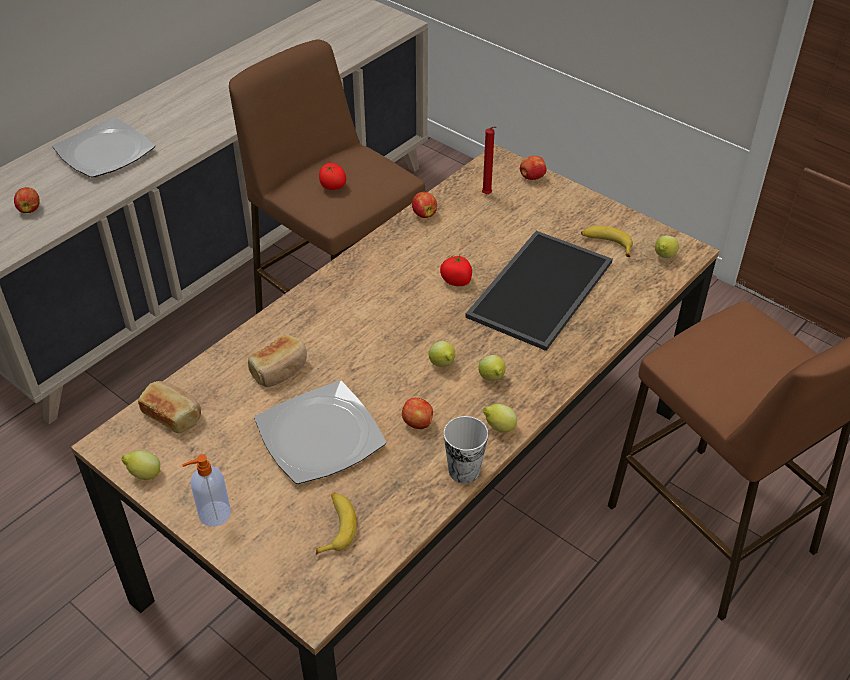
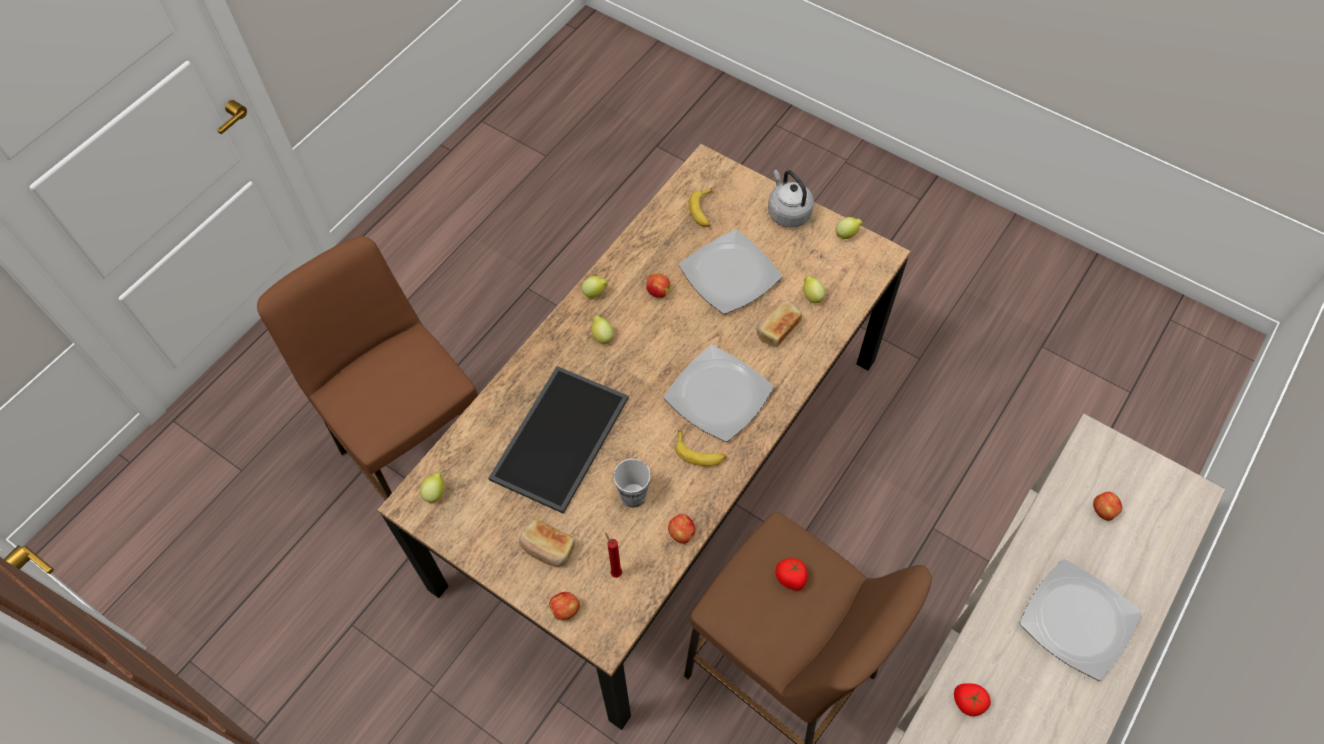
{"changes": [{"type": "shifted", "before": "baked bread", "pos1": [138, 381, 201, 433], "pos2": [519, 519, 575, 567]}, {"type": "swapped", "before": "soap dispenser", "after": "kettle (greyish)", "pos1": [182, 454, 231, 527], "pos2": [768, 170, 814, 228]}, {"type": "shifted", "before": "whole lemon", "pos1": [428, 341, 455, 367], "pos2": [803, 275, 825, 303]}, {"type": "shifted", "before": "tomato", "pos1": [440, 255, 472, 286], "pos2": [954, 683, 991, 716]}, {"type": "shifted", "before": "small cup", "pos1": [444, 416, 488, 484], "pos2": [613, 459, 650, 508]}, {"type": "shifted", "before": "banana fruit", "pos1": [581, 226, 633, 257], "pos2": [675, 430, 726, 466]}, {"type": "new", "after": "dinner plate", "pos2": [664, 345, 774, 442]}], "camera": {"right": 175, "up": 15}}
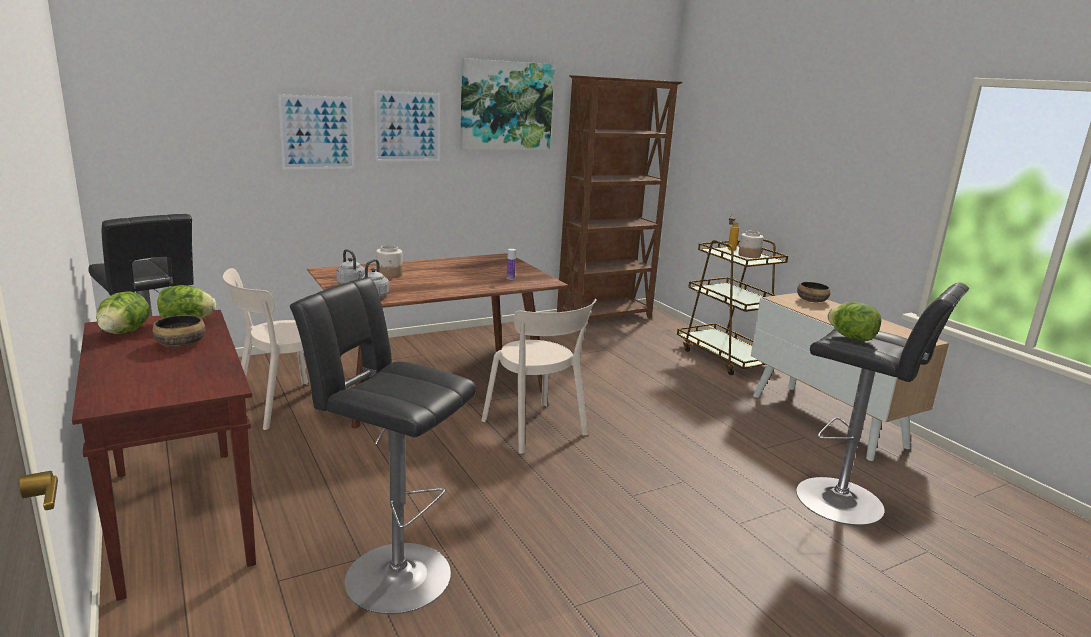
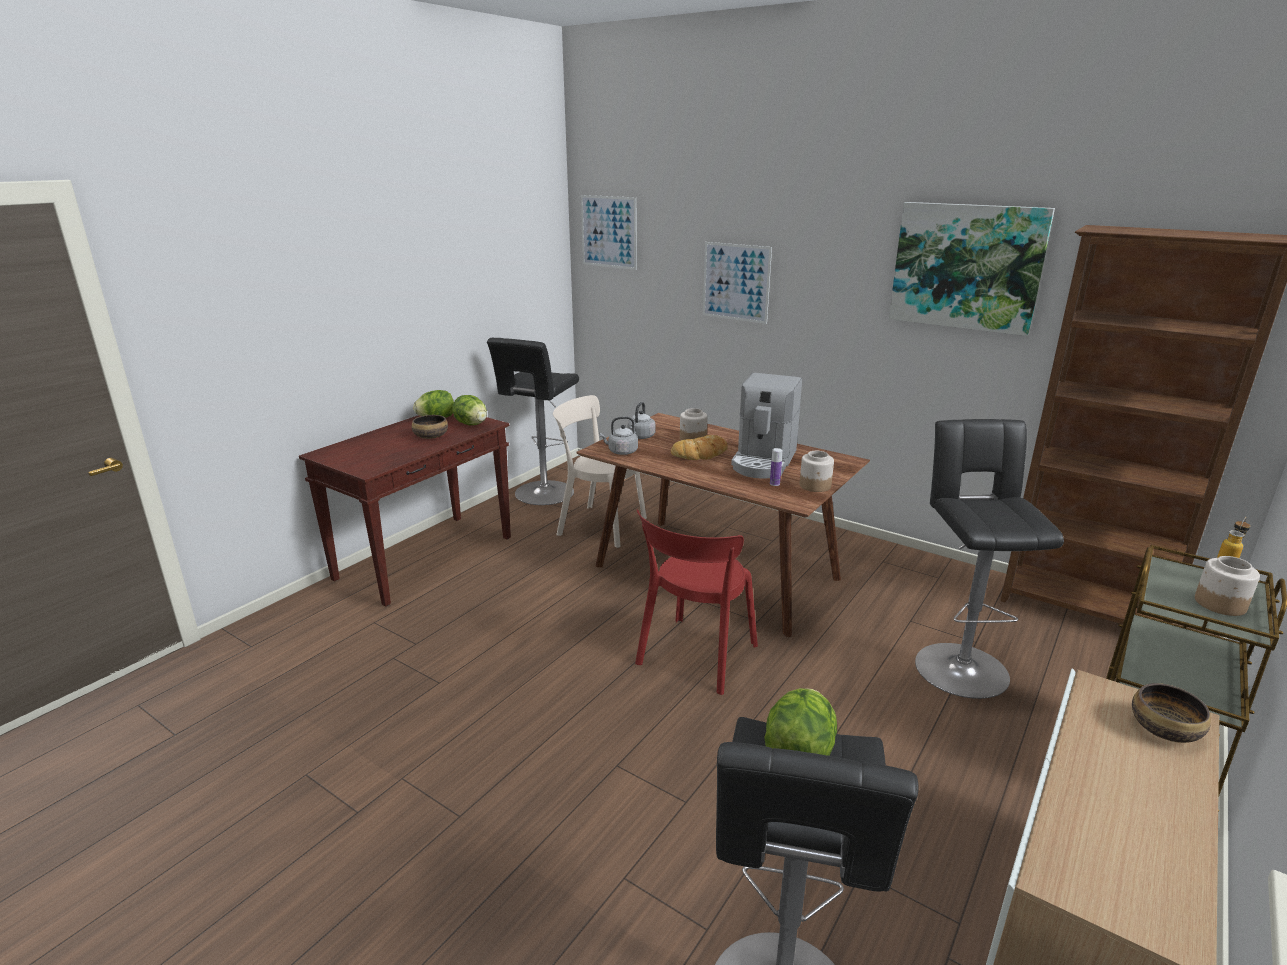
{"changes": [{"type": "shifted", "before": "stool seat (blackish)", "pos1": [290, 277, 476, 614], "pos2": [915, 419, 1064, 699]}, {"type": "shifted", "before": "wall art", "pos1": [374, 90, 440, 161], "pos2": [581, 195, 637, 270]}, {"type": "repainted", "before": "plain chair (sand-coloured)", "after": "plain chair (red-coloured)", "pos1": [481, 299, 596, 454], "pos2": [635, 509, 758, 695]}, {"type": "new", "after": "baked bread", "pos2": [671, 435, 728, 460]}, {"type": "new", "after": "coffee brewer", "pos2": [731, 373, 802, 479]}, {"type": "new", "after": "preserve jar", "pos2": [800, 451, 834, 492]}], "camera": {"right": 65, "up": 5}}
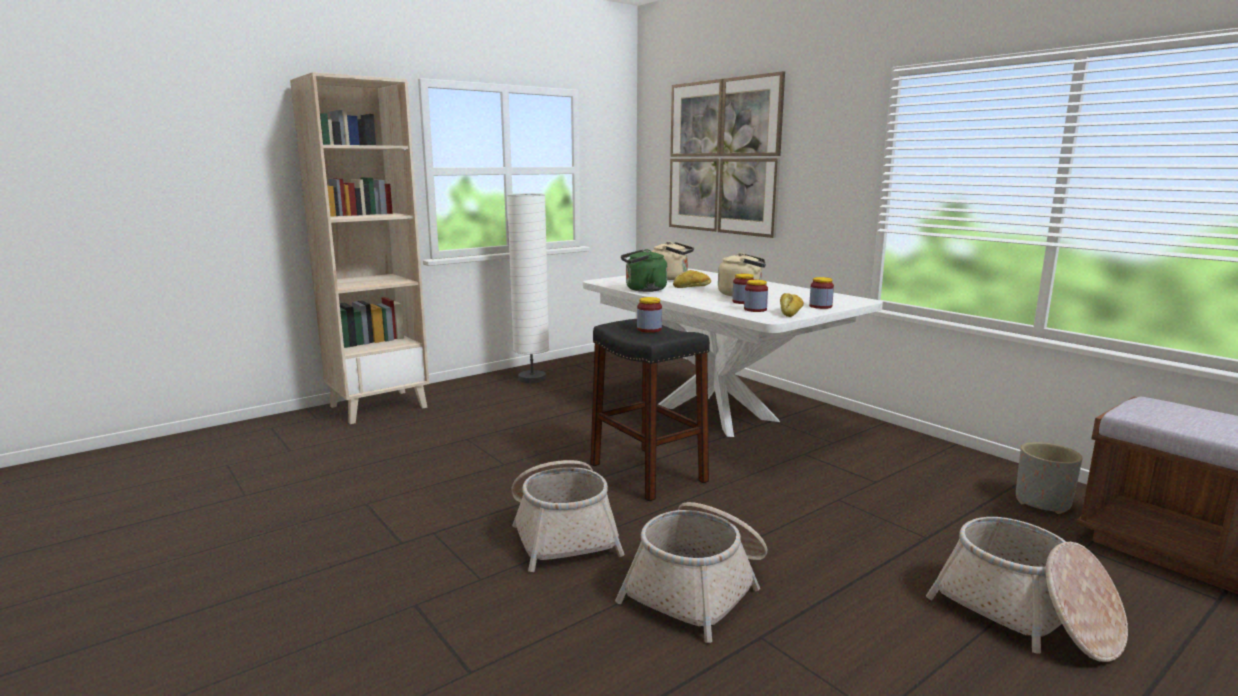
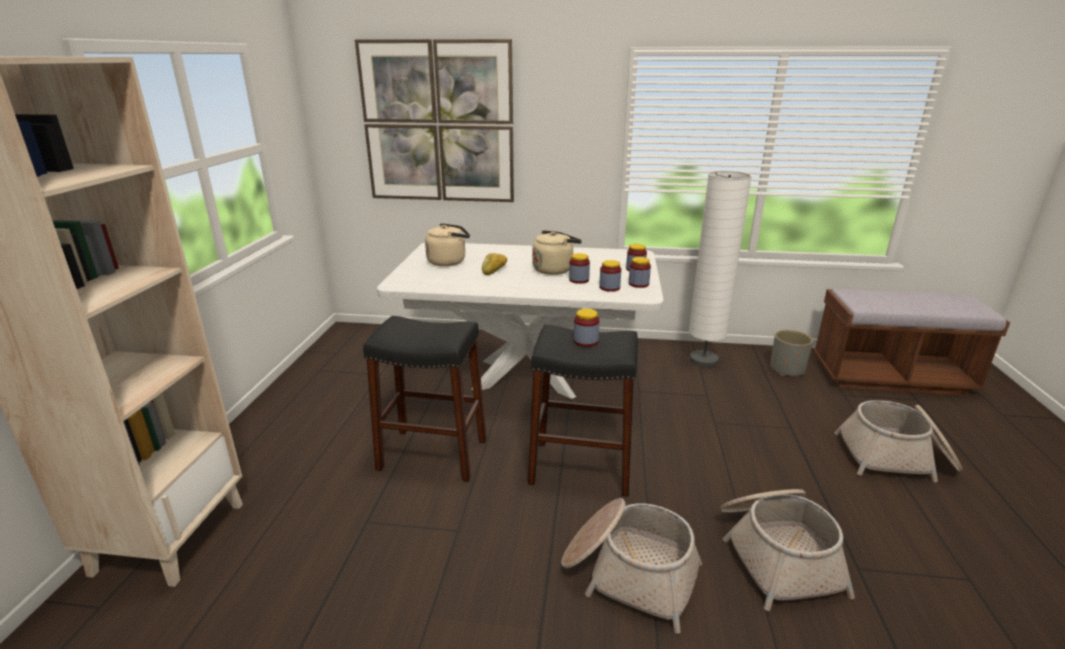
{"changes": [{"type": "shifted", "before": "standard lamp (white)", "pos1": [507, 193, 549, 383], "pos2": [689, 171, 752, 368]}, {"type": "gone", "before": "kettle (green-coloured)", "pos1": [621, 249, 667, 292]}, {"type": "swapped", "before": "baked bread", "after": "preserve jar", "pos1": [780, 293, 804, 317], "pos2": [629, 257, 651, 288]}, {"type": "new", "after": "stool seat (blackish)", "pos2": [363, 316, 487, 482]}], "camera": {"right": -45, "up": 10}}
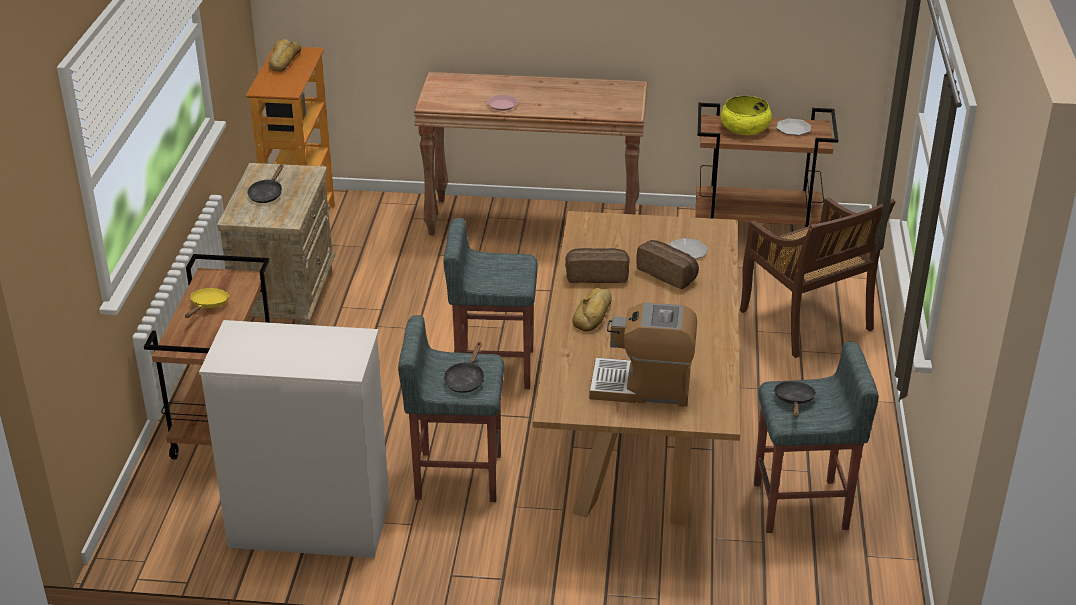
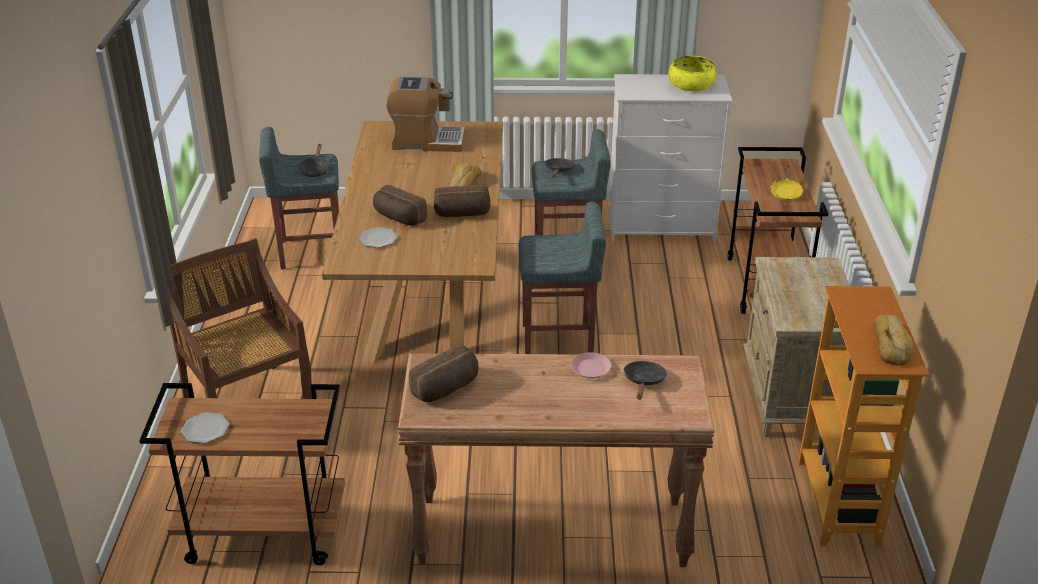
{"changes": [{"type": "shifted", "before": "frying pan (blackish)", "pos1": [247, 164, 283, 203], "pos2": [623, 361, 667, 400]}, {"type": "shifted", "before": "deep dish (yellow-coloured)", "pos1": [721, 96, 772, 135], "pos2": [668, 56, 717, 91]}, {"type": "new", "after": "baked bread", "pos2": [409, 344, 479, 402]}], "camera": {"right": 175, "up": 0}}
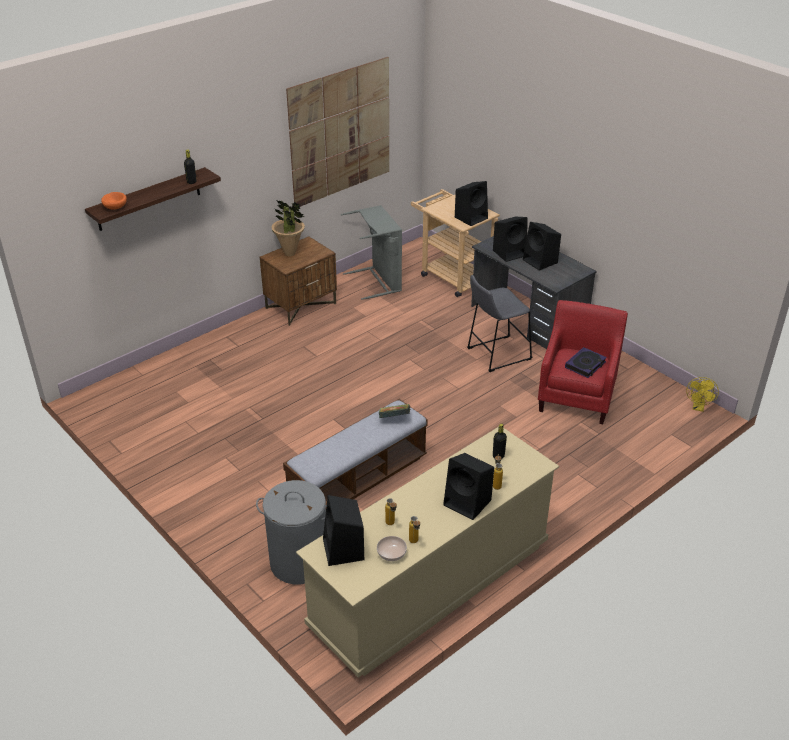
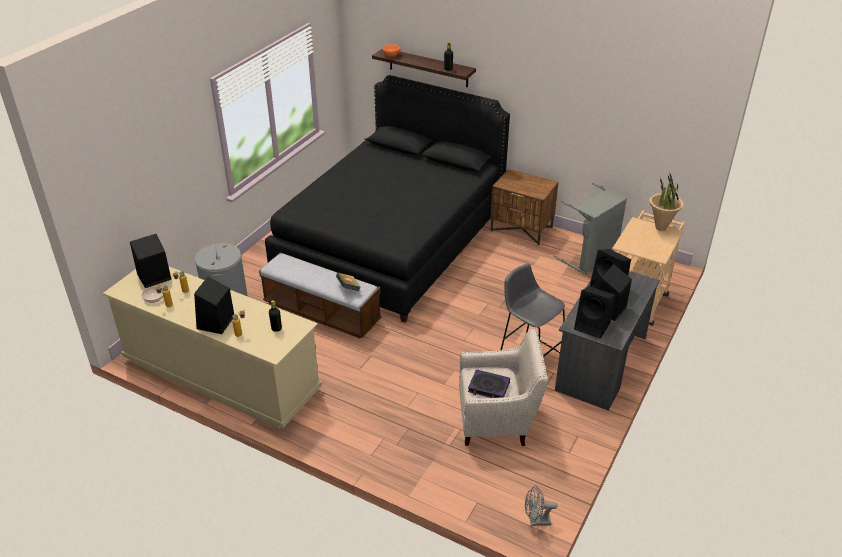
{"changes": [{"type": "shifted", "before": "houseplant", "pos1": [272, 199, 305, 256], "pos2": [649, 174, 684, 231]}, {"type": "gone", "before": "wall art", "pos1": [286, 57, 389, 207]}, {"type": "shifted", "before": "loudspeaker (blackish)", "pos1": [455, 181, 488, 226], "pos2": [574, 286, 615, 339]}, {"type": "repainted", "before": "armchair (red-coloured)", "after": "armchair (sand-coloured)", "pos1": [538, 300, 628, 424], "pos2": [459, 328, 548, 446]}, {"type": "repainted", "before": "fan (yellow-coloured)", "after": "fan (greyish)", "pos1": [686, 377, 719, 412], "pos2": [525, 485, 557, 526]}, {"type": "new", "after": "bedroom bed (blackish)", "pos2": [265, 75, 510, 323]}], "camera": {"right": 70, "up": 0}}
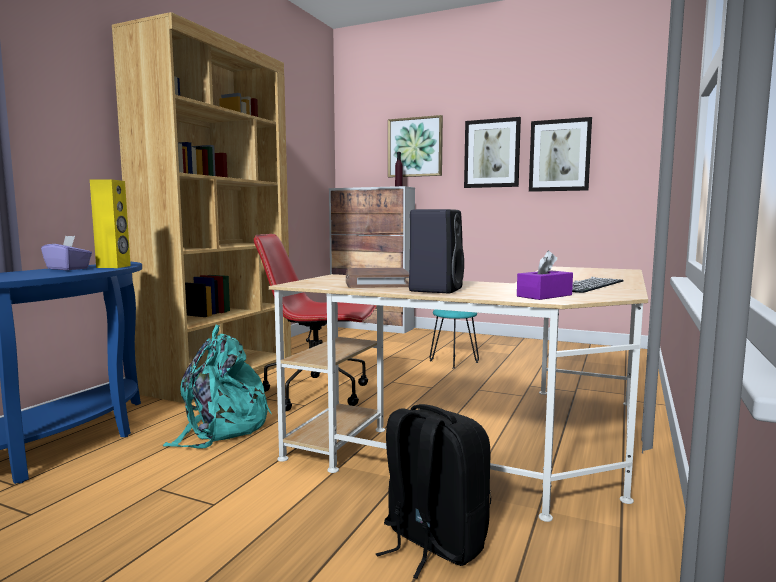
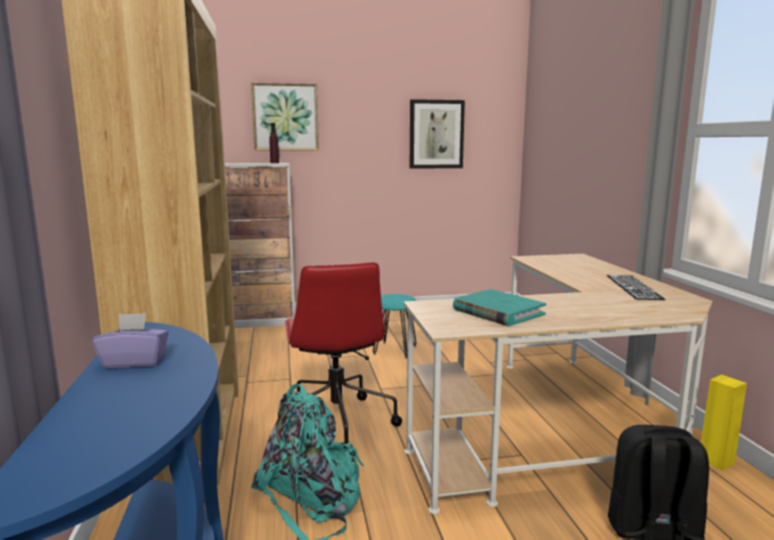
{"changes": [{"type": "shifted", "before": "loudspeaker (yellow-coloured)", "pos1": [90, 179, 131, 268], "pos2": [701, 375, 747, 471]}, {"type": "rotated", "before": "office chair (red-coloured)", "pos1": [254, 234, 376, 411], "pos2": [278, 262, 402, 444], "turn": -75}, {"type": "repainted", "before": "book (brownish)", "after": "book (turquoise-coloured)", "pos1": [346, 268, 409, 288], "pos2": [453, 289, 546, 326]}, {"type": "gone", "before": "loudspeaker (blackish)", "pos1": [409, 209, 464, 293]}, {"type": "gone", "before": "wall art", "pos1": [464, 117, 521, 188]}, {"type": "gone", "before": "tissue box (purple)", "pos1": [517, 251, 573, 300]}], "camera": {"right": -35, "up": 5}}
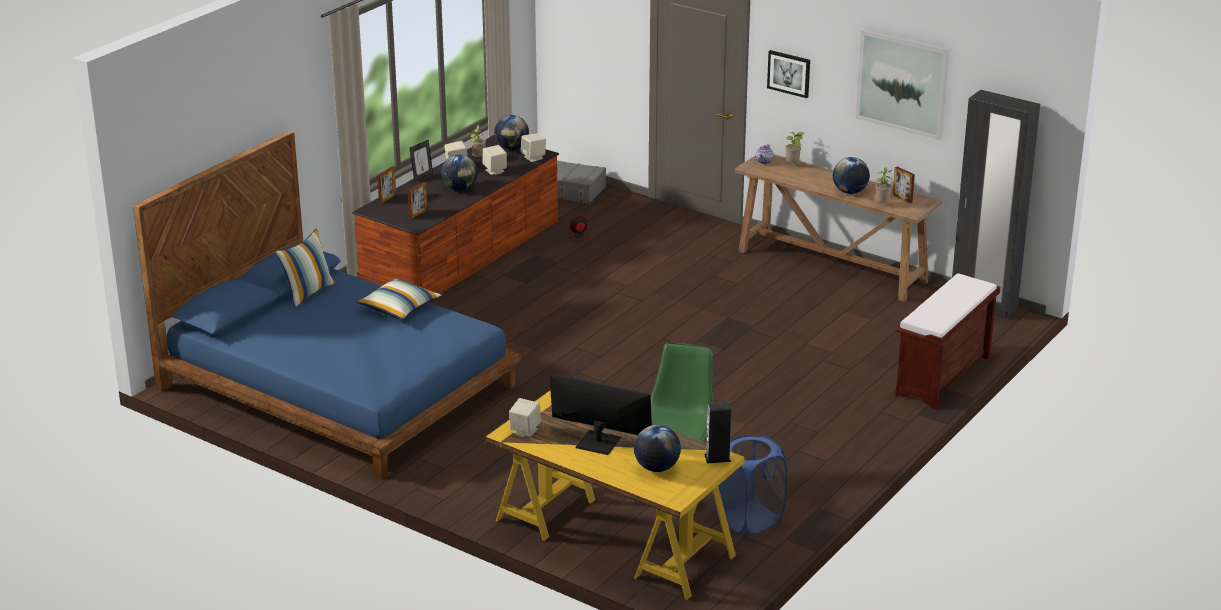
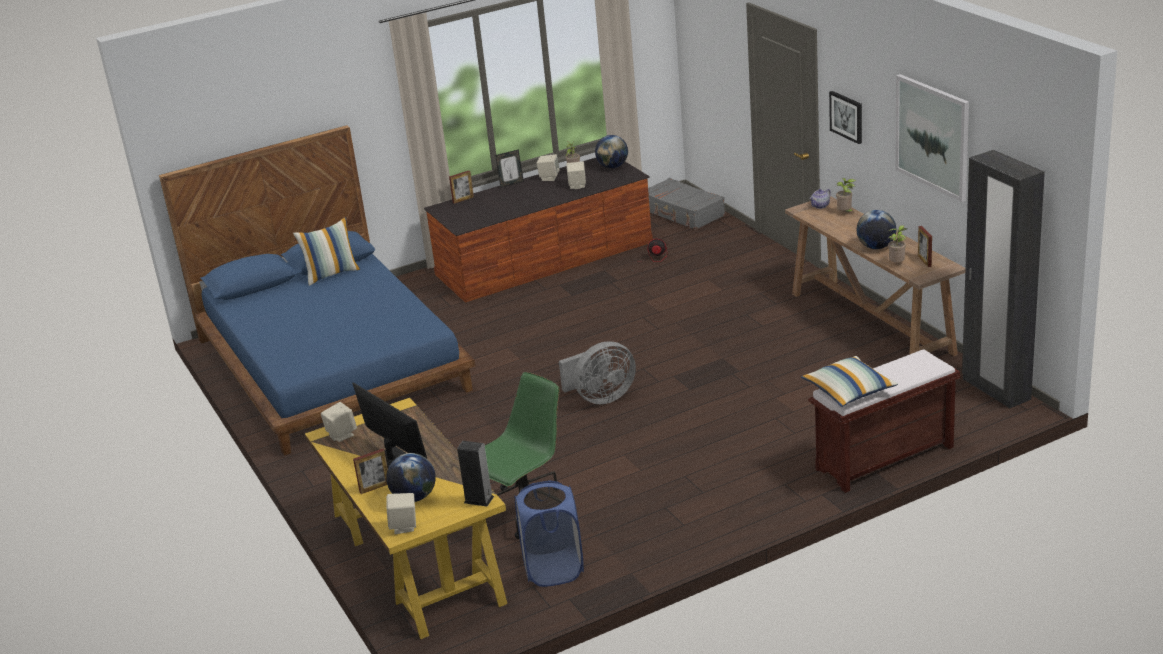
{"changes": [{"type": "shifted", "before": "pillow", "pos1": [357, 279, 442, 320], "pos2": [801, 356, 898, 407]}, {"type": "shifted", "before": "standing frame", "pos1": [408, 182, 427, 219], "pos2": [353, 449, 388, 494]}, {"type": "gone", "before": "world globe", "pos1": [441, 155, 477, 191]}, {"type": "shifted", "before": "loudspeaker (sand-coloured)", "pos1": [521, 133, 546, 162], "pos2": [386, 493, 416, 534]}, {"type": "new", "after": "fan (greyish)", "pos2": [559, 341, 636, 404]}], "camera": {"right": 30, "up": 0}}
